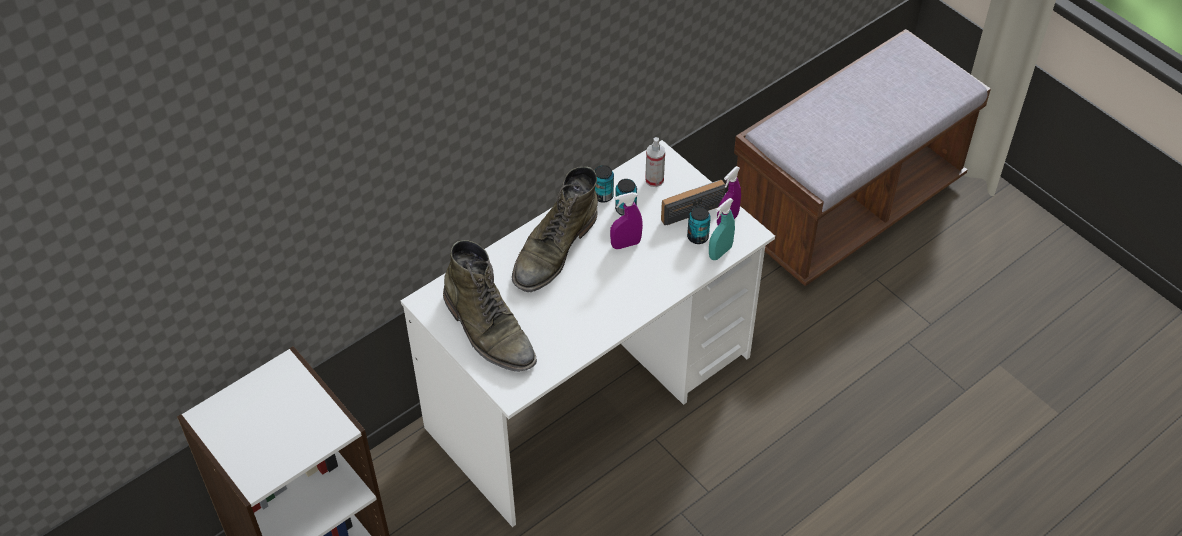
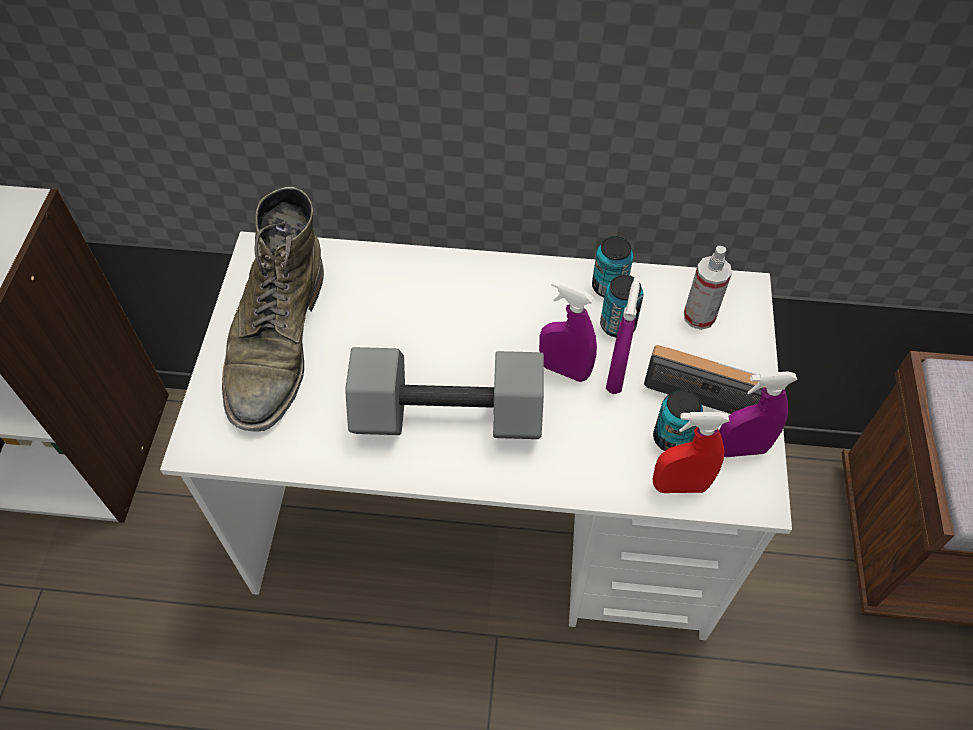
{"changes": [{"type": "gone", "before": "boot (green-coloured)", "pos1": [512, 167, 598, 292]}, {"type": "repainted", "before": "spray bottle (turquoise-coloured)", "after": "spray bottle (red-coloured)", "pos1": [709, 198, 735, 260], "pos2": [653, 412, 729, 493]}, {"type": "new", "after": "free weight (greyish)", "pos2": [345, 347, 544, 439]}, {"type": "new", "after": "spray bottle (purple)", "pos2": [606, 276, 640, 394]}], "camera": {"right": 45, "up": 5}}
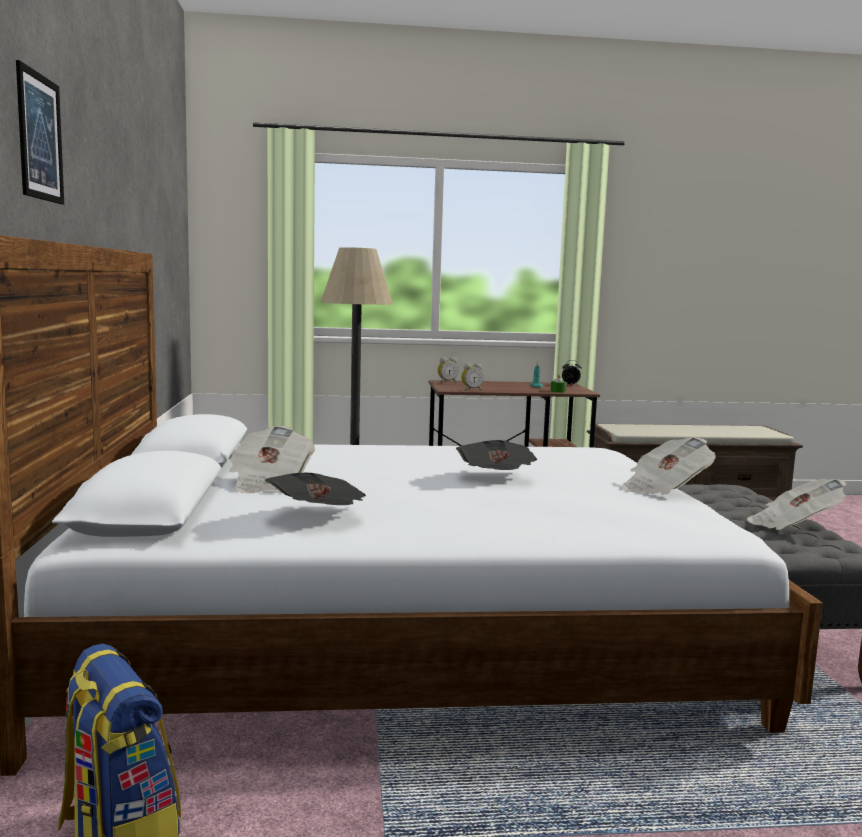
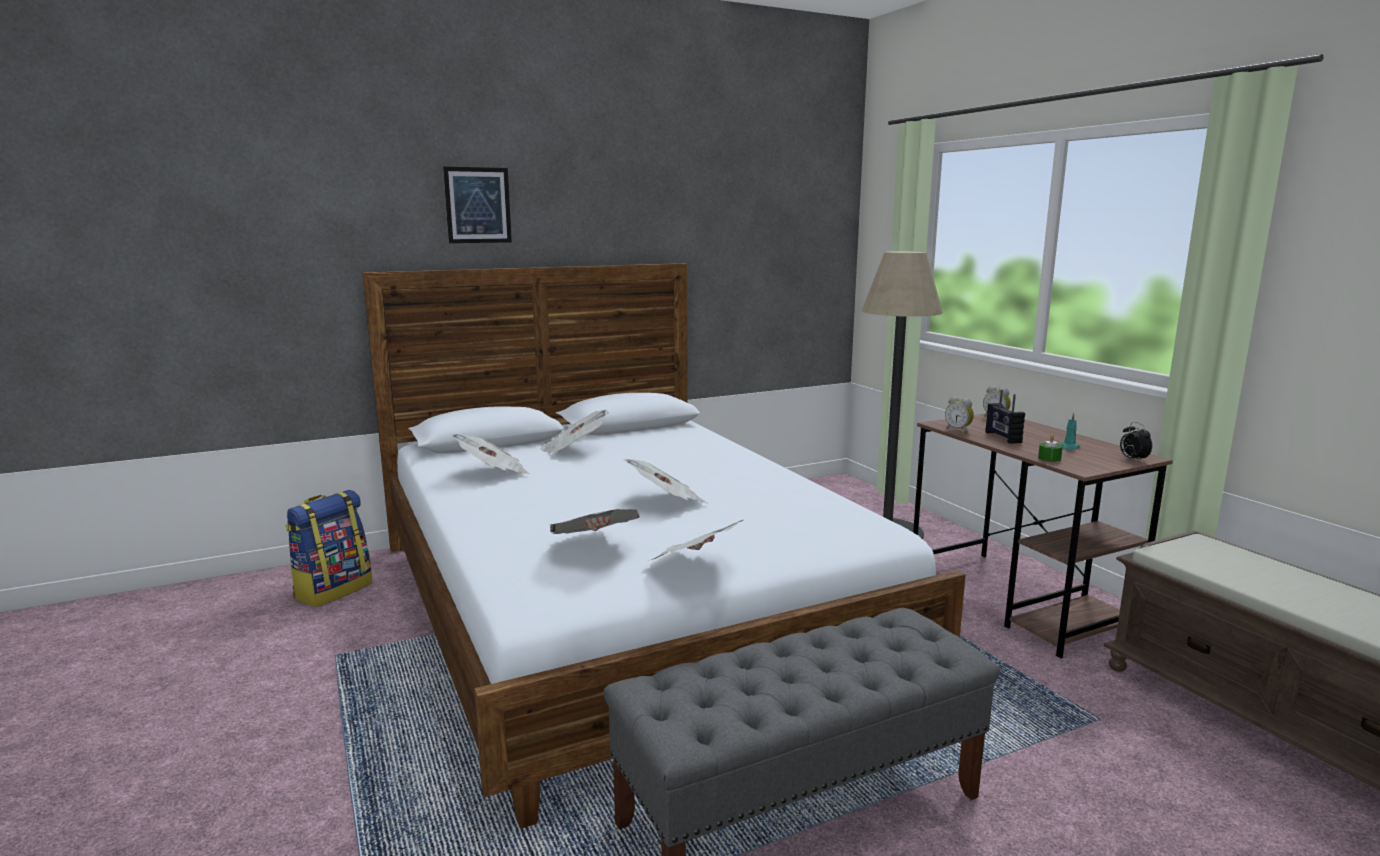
{"changes": [{"type": "shifted", "before": "printed paper", "pos1": [747, 479, 847, 530], "pos2": [550, 509, 640, 534]}, {"type": "new", "after": "radio", "pos2": [985, 390, 1025, 444]}], "camera": {"right": 70, "up": 5}}
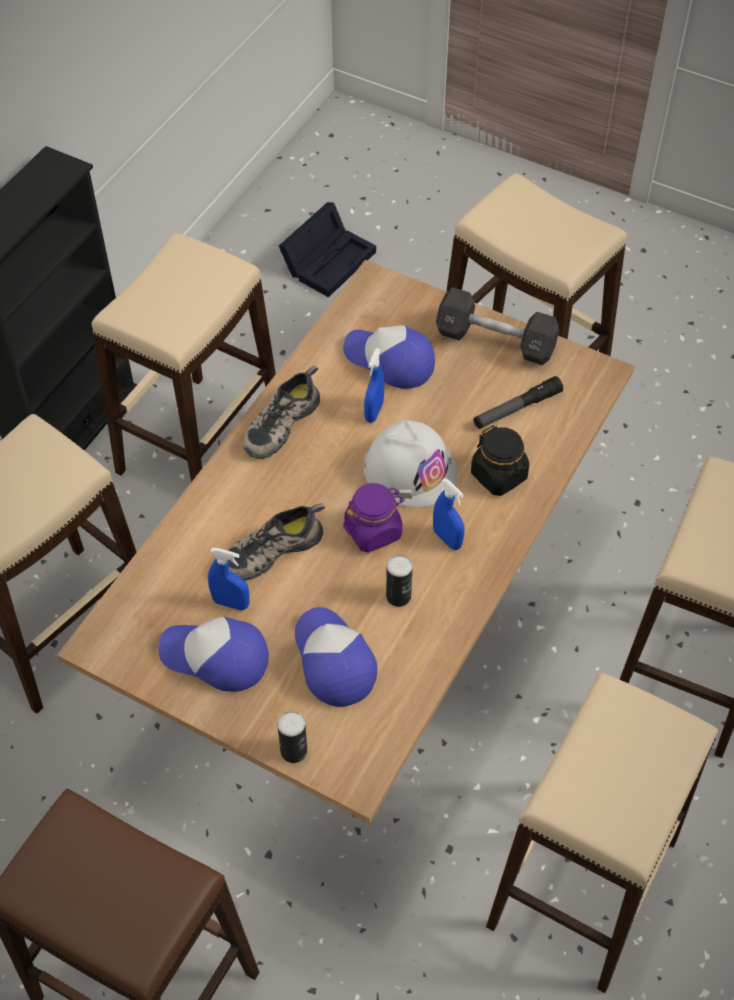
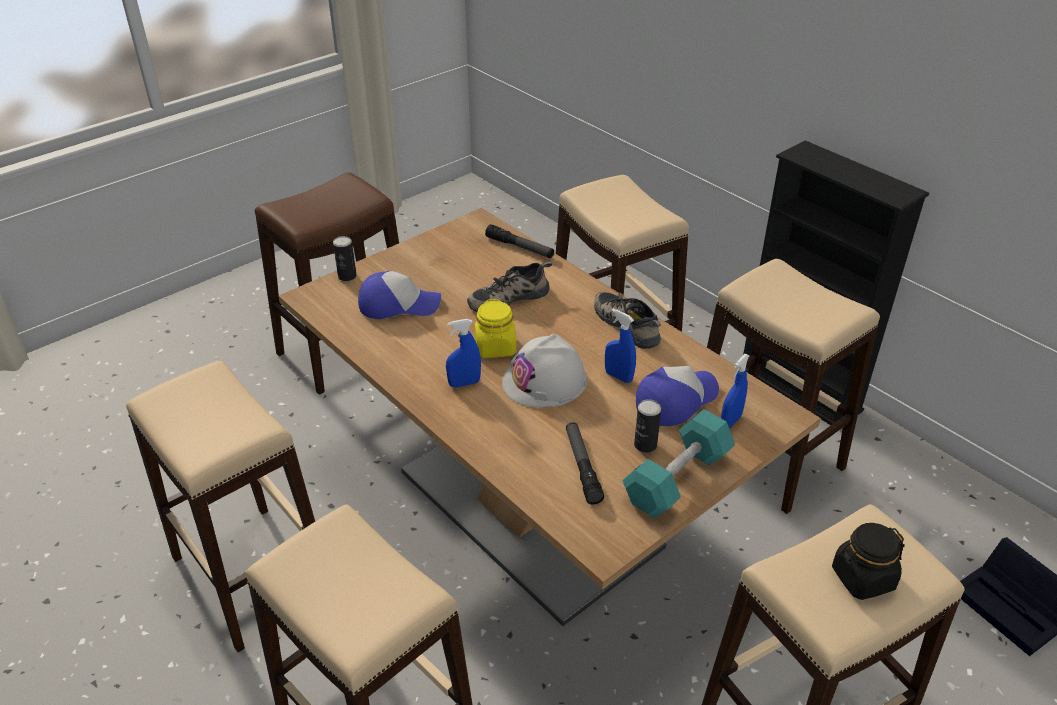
{"changes": [{"type": "gone", "before": "cap", "pos1": [158, 616, 269, 692]}, {"type": "shifted", "before": "spray bottle (blue-coloured)", "pos1": [208, 548, 250, 610], "pos2": [721, 354, 750, 429]}, {"type": "rotated", "before": "shoe", "pos1": [228, 503, 325, 581], "pos2": [467, 262, 552, 312], "turn": -105}, {"type": "repainted", "before": "preserve jar (purple)", "after": "preserve jar (yellow-coloured)", "pos1": [343, 483, 404, 553], "pos2": [474, 299, 516, 358]}, {"type": "shifted", "before": "can", "pos1": [386, 555, 413, 607], "pos2": [634, 399, 661, 453]}, {"type": "repainted", "before": "free weight (blackish)", "after": "free weight (turquoise-coloured)", "pos1": [436, 287, 559, 365], "pos2": [622, 409, 735, 518]}, {"type": "shifted", "before": "preserve jar (blackish)", "pos1": [471, 425, 529, 496], "pos2": [832, 523, 905, 600]}, {"type": "new", "after": "flashlight", "pos2": [485, 224, 554, 258]}], "camera": {"right": 110, "up": -15}}
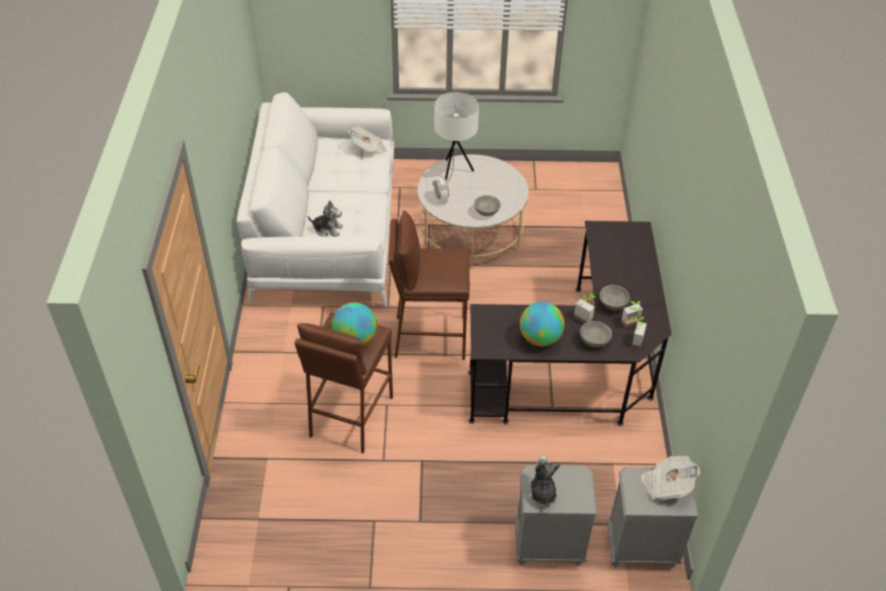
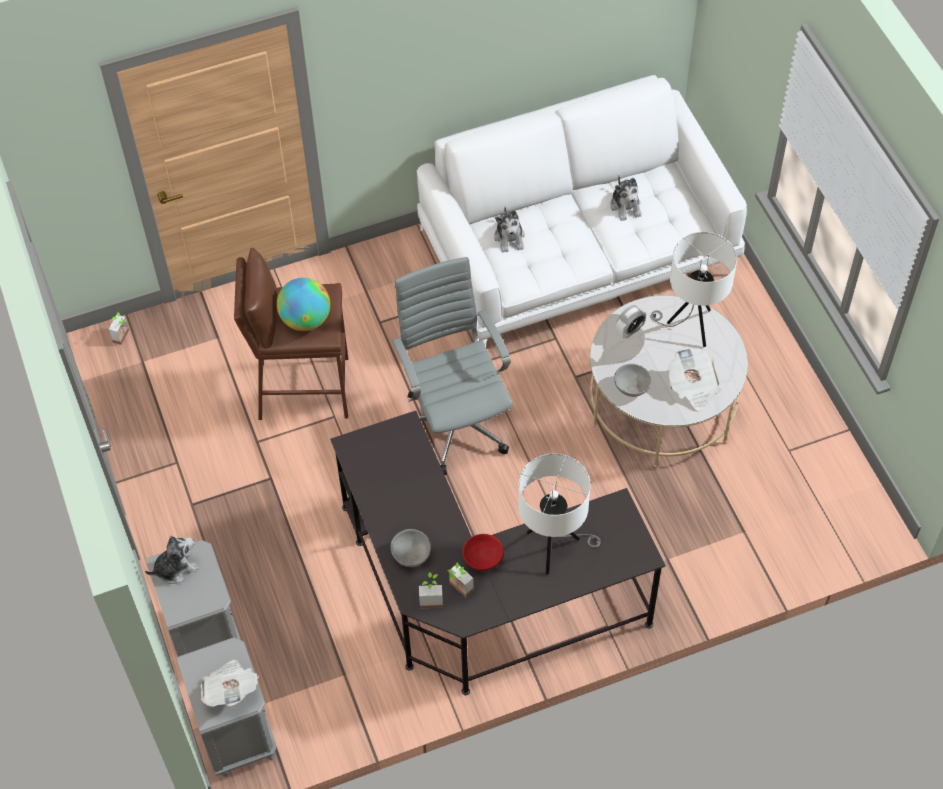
{"changes": [{"type": "shifted", "before": "printed paper", "pos1": [348, 126, 387, 153], "pos2": [668, 347, 721, 411]}, {"type": "swapped", "before": "stool seat (brownish)", "after": "office chair (greyish)", "pos1": [388, 211, 470, 360], "pos2": [392, 257, 513, 475]}, {"type": "gone", "before": "world globe", "pos1": [520, 302, 565, 346]}, {"type": "shifted", "before": "houseplant", "pos1": [574, 293, 596, 323], "pos2": [109, 312, 129, 345]}, {"type": "repainted", "before": "deep dish (greyish)", "after": "deep dish (red-coloured)", "pos1": [600, 285, 630, 310], "pos2": [463, 534, 504, 571]}, {"type": "new", "after": "table lamp (white)", "pos2": [518, 454, 601, 575]}, {"type": "new", "after": "plush toy", "pos2": [610, 176, 642, 221]}], "camera": {"right": 70, "up": 10}}
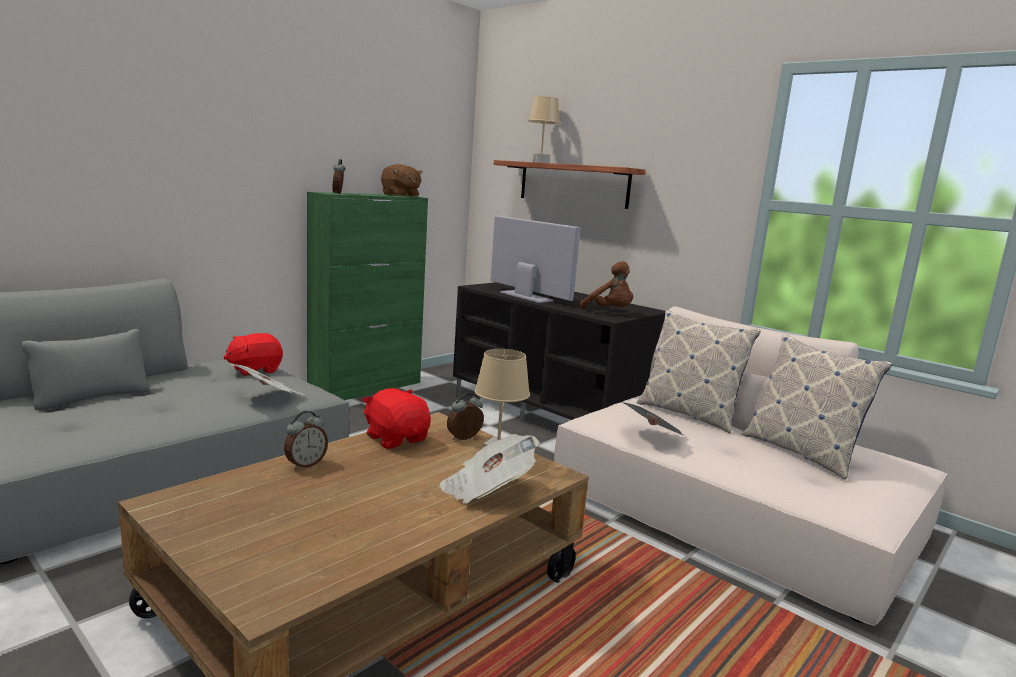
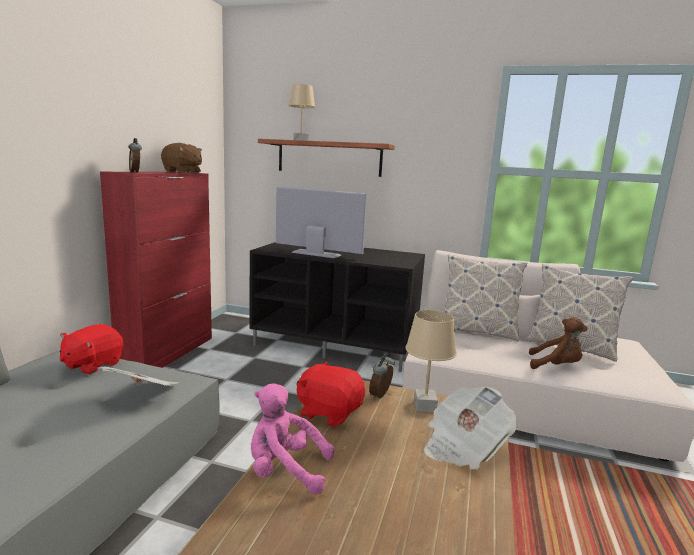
{"changes": [{"type": "swapped", "before": "alarm clock", "after": "plush toy (pinkish)", "pos1": [284, 411, 328, 470], "pos2": [251, 383, 334, 494]}, {"type": "repainted", "before": "storage cabinet (green-coloured)", "after": "storage cabinet (red-coloured)", "pos1": [307, 192, 428, 400], "pos2": [100, 172, 212, 368]}, {"type": "shifted", "before": "plush toy (brownish)", "pos1": [580, 261, 633, 310], "pos2": [529, 317, 588, 369]}, {"type": "gone", "before": "printed paper", "pos1": [621, 402, 684, 435]}], "camera": {"right": -25, "up": 0}}
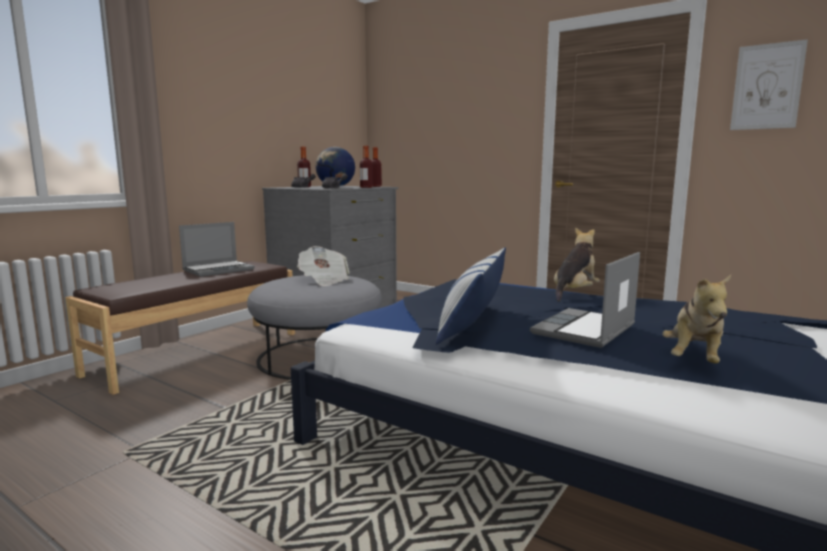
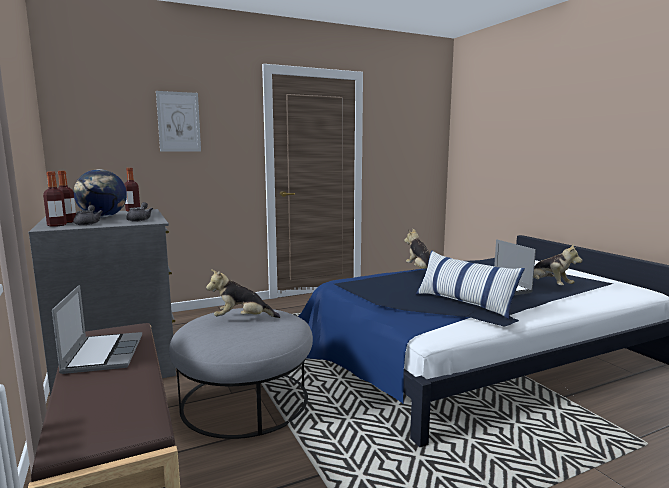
{"changes": [{"type": "swapped", "before": "printed paper", "after": "plush toy", "pos1": [297, 246, 349, 286], "pos2": [206, 269, 280, 318]}, {"type": "shifted", "before": "bottle", "pos1": [360, 146, 373, 188], "pos2": [43, 172, 67, 227]}, {"type": "shifted", "before": "wall art", "pos1": [730, 39, 808, 130], "pos2": [156, 91, 201, 152]}], "camera": {"right": -60, "up": 0}}
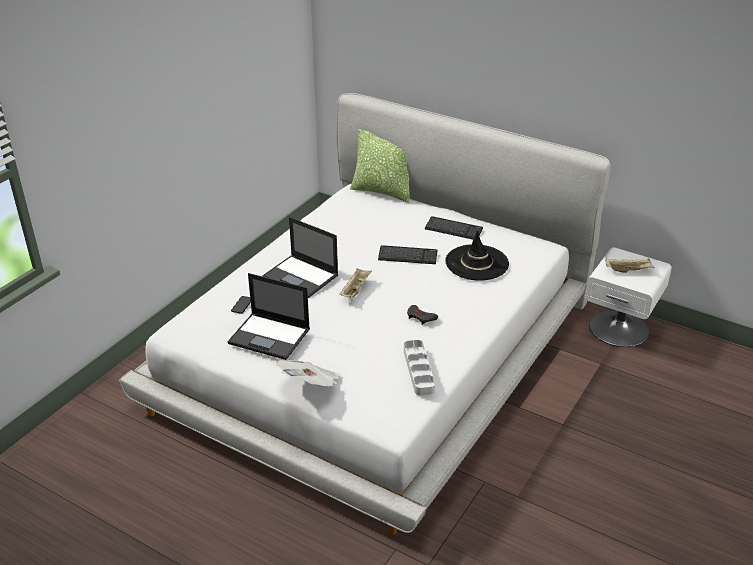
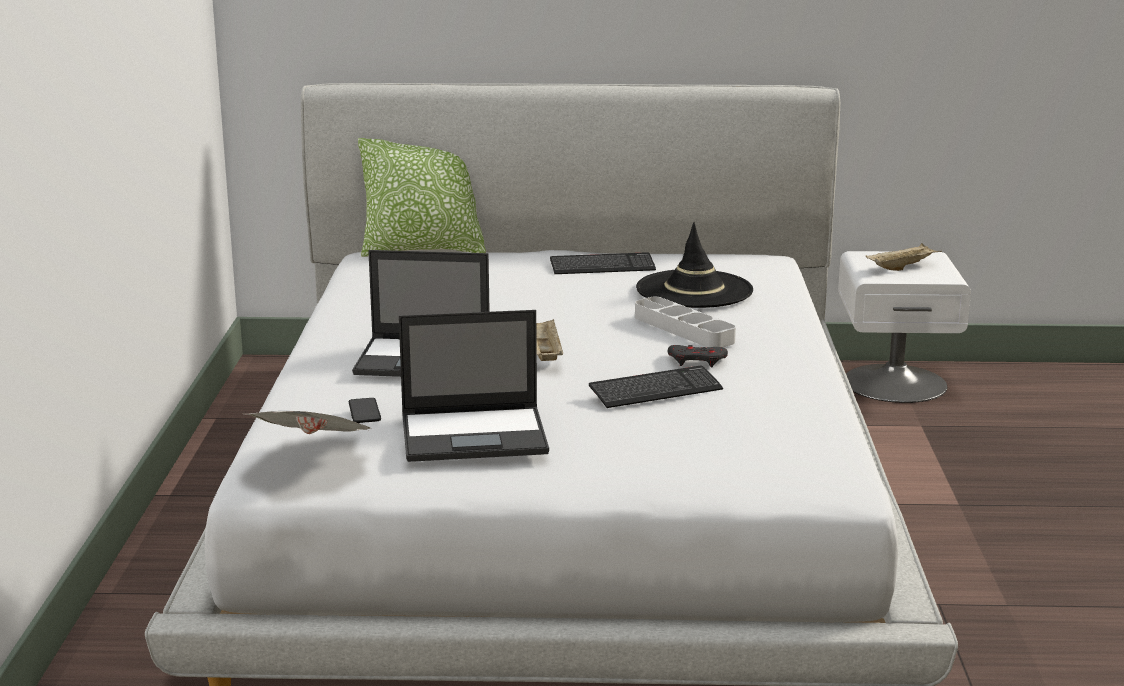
{"changes": [{"type": "shifted", "before": "printed paper", "pos1": [276, 360, 341, 387], "pos2": [247, 411, 371, 434]}, {"type": "shifted", "before": "PC keyboard", "pos1": [378, 245, 438, 264], "pos2": [589, 366, 723, 408]}, {"type": "shifted", "before": "tray (greyish)", "pos1": [404, 340, 435, 395], "pos2": [635, 297, 736, 347]}], "camera": {"right": -30, "up": -15}}
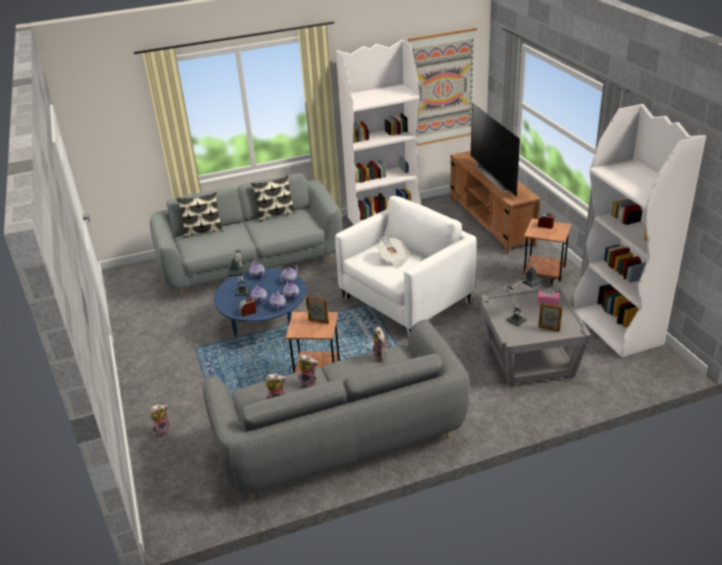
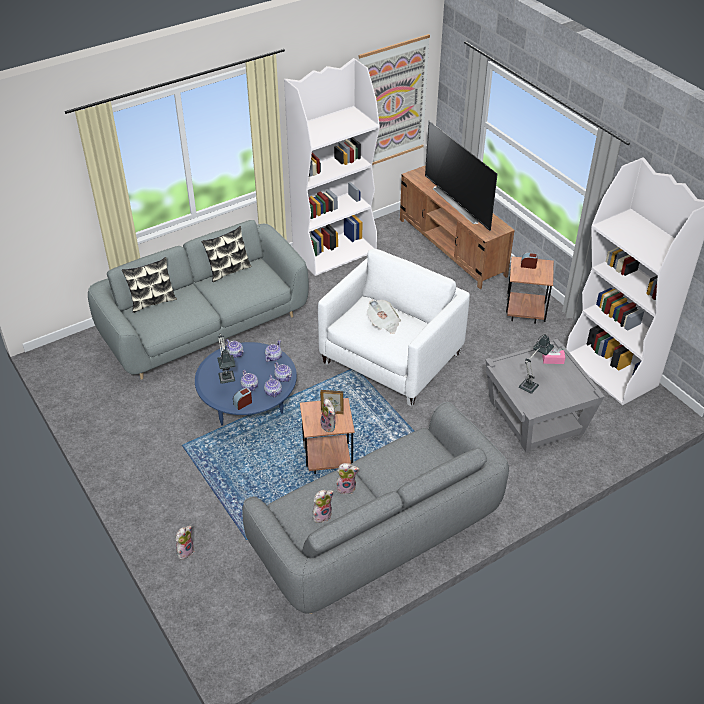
{"changes": [{"type": "shifted", "before": "plush toy", "pos1": [373, 326, 388, 362], "pos2": [321, 399, 337, 432]}, {"type": "gone", "before": "standing frame", "pos1": [538, 302, 563, 331]}], "camera": {"right": -15, "up": 10}}
